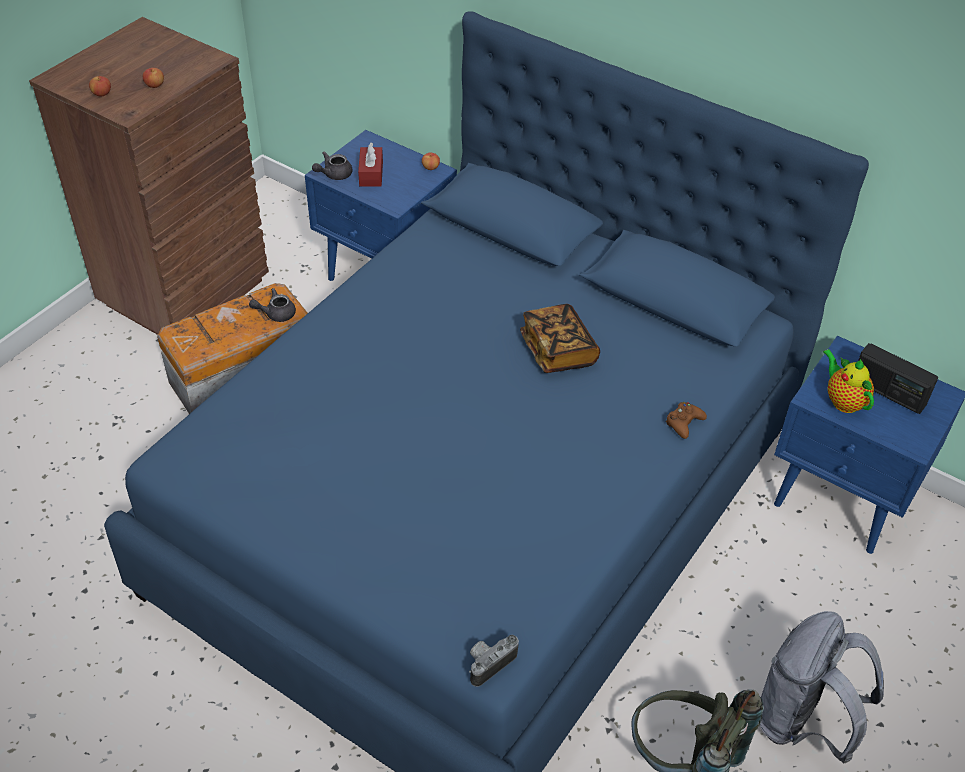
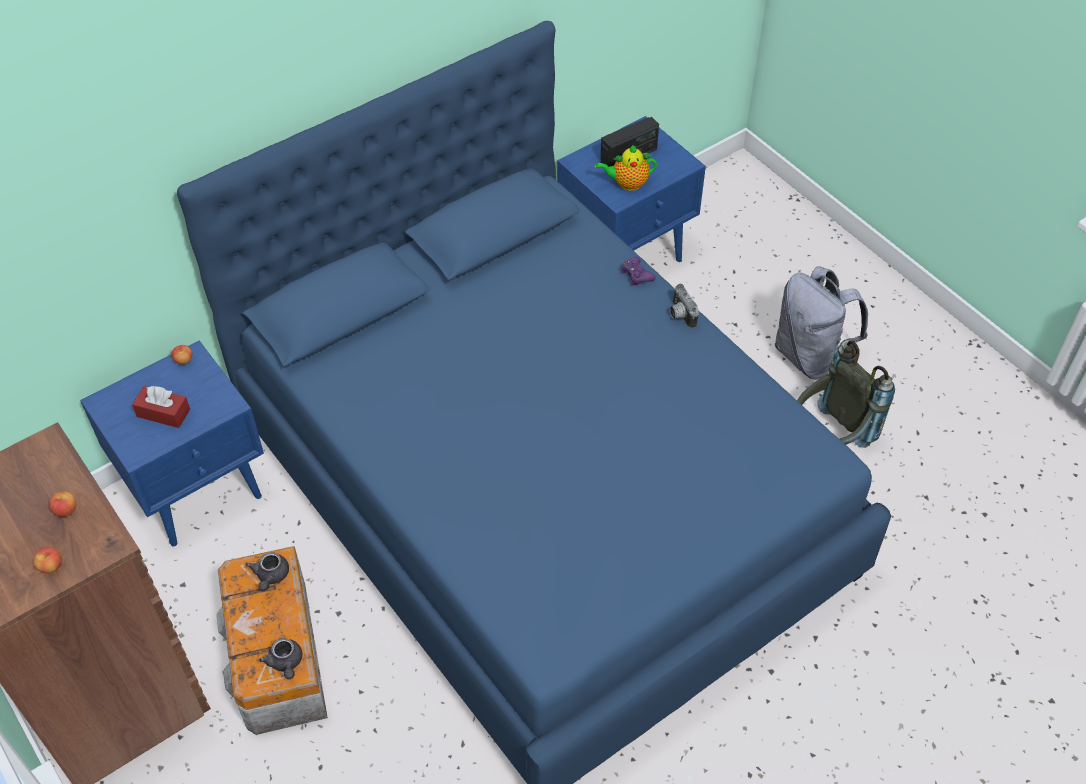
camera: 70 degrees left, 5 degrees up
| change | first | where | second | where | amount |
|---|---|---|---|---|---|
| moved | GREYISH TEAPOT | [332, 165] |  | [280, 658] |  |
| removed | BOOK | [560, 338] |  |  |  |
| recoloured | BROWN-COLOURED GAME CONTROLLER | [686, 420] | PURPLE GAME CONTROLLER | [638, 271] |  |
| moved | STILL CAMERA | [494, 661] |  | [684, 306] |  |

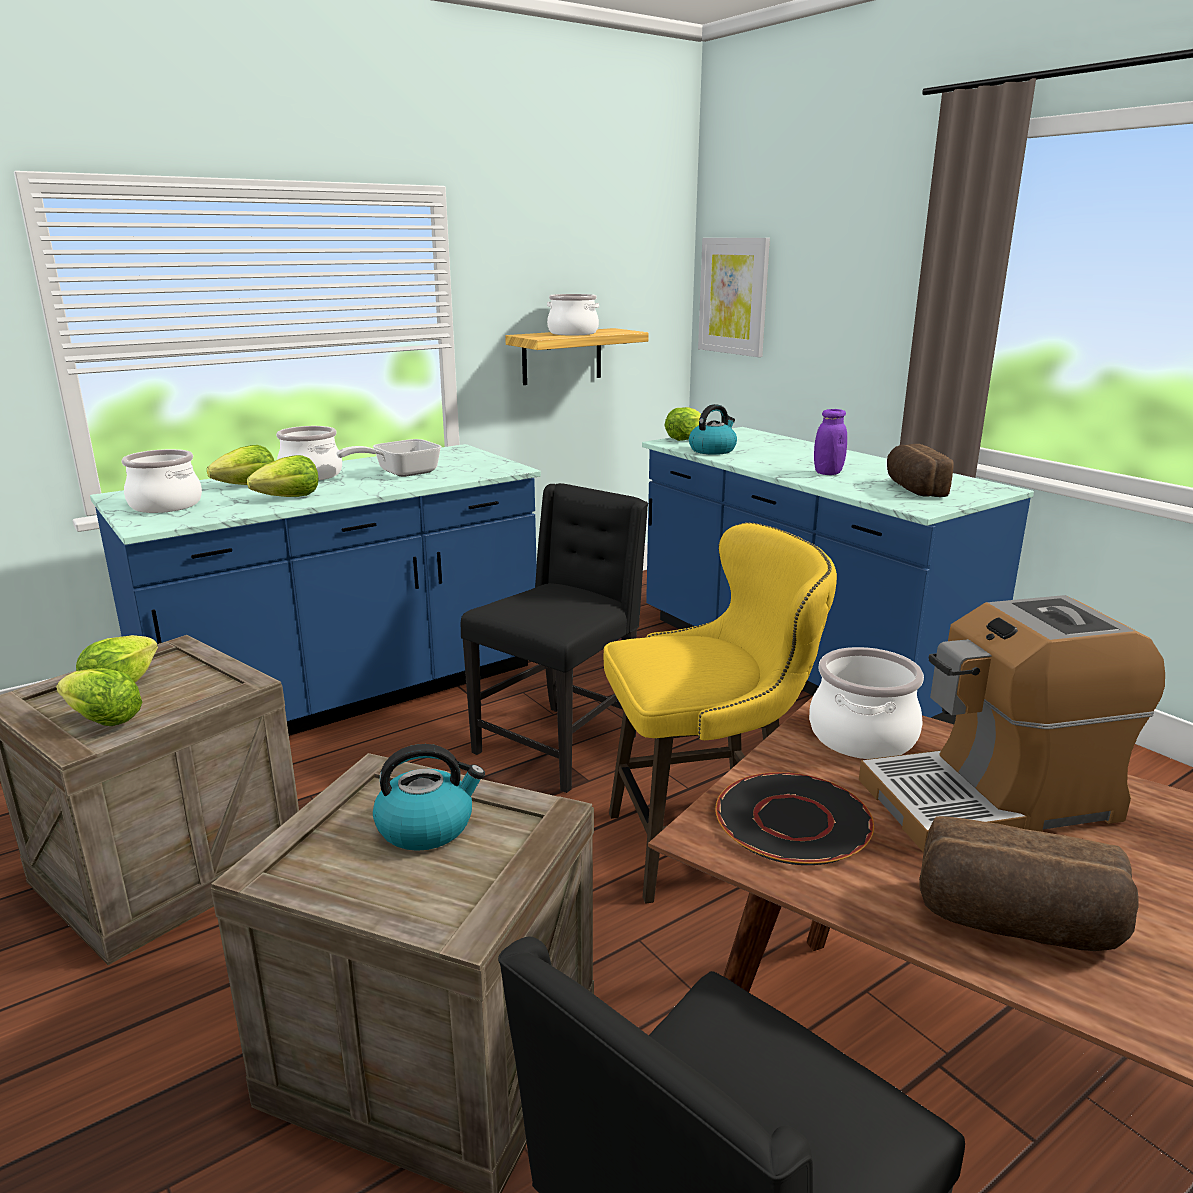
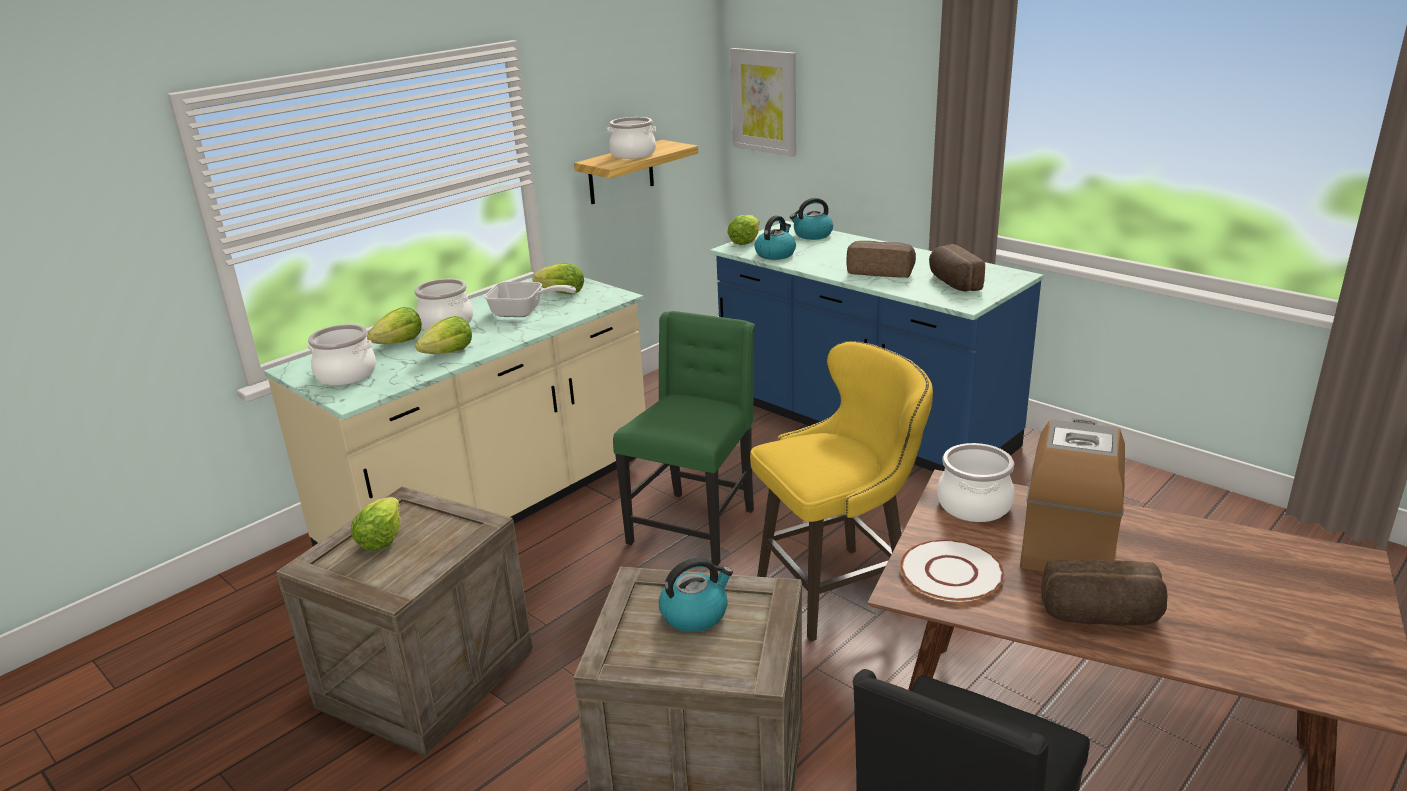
camera: 10 degrees left, 5 degrees up
| change | first | where | second | where | amount |
|---|---|---|---|---|---|
| replaced | PURPLE STORAGE JAR | [830, 442] | BAKERY BREAD | [881, 259] |  |
| turned | PAN | [388, 458] |  | [530, 299] | 120 degrees counterclockwise |
| recoloured | BLUE COUNTER | [315, 590] | BEIGE-COLOURED COUNTER | [455, 411] |  |
| recoloured | BLACK CHAIR | [554, 638] | GREENISH CHAIR | [684, 438] |  |
| turned | COFFEE BREWER | [1012, 723] |  | [1072, 495] | 135 degrees clockwise |
| moved | LETTUCE HEAD | [99, 697] |  | [558, 279] |  |
| recoloured | BLACK DINNER PLATE | [794, 818] | WHITE-COLOURED DINNER PLATE | [952, 571] |  |
| added |  |  | KETTLE | [811, 219] |  |

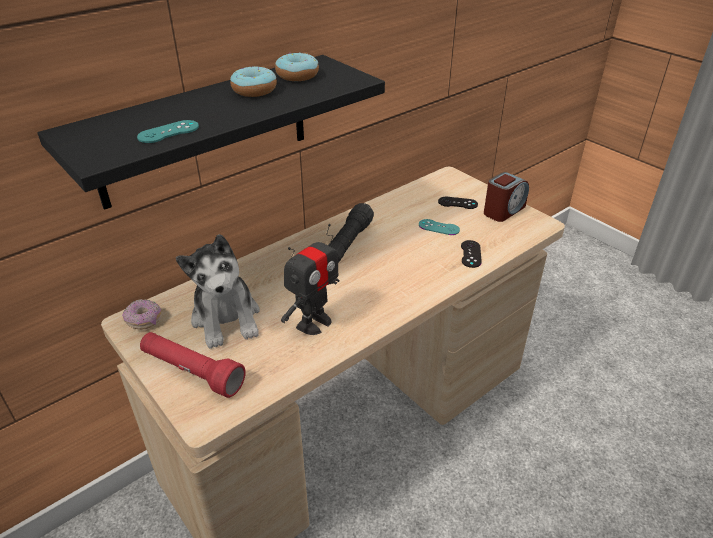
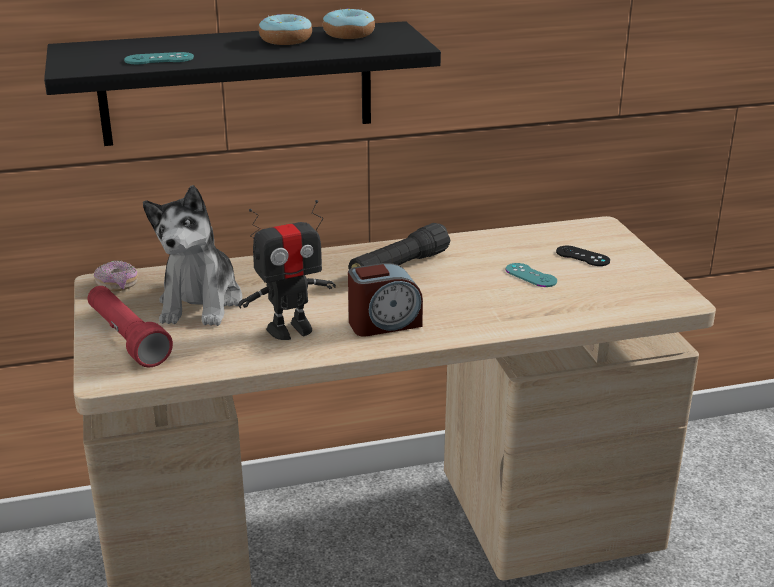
camera: 25 degrees right, 10 degrees down
| change | first | where | second | where | amount |
|---|---|---|---|---|---|
| moved | ALARM CLOCK | [506, 197] |  | [385, 300] |  |
| removed | BLACK GAME CONTROLLER | [471, 254] |  |  |  |

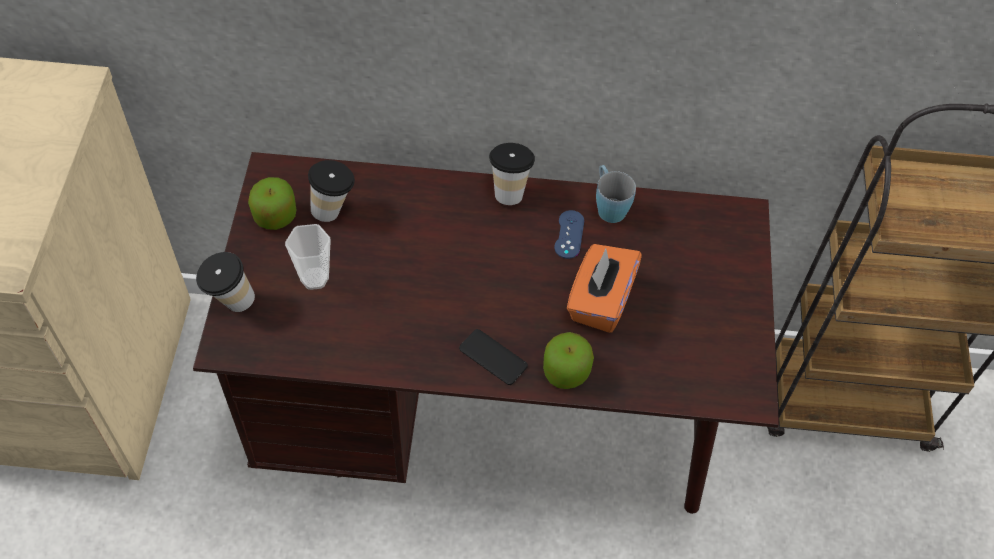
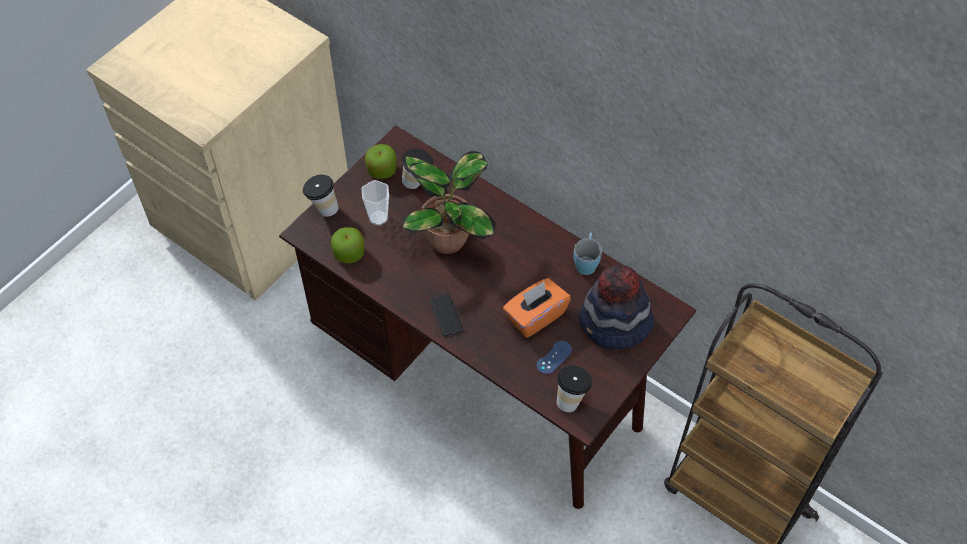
camera: 35 degrees right, 0 degrees up
| change | first | where | second | where | amount |
|---|---|---|---|---|---|
| moved | CUP | [512, 174] |  | [574, 389] |  |
| moved | BLUE GAME CONTROLLER | [569, 234] |  | [554, 357] |  |
| moved | APPLE FRUIT | [568, 360] |  | [347, 245] |  |
| added |  |  | HOUSEPLANT | [448, 202] |  |
| added |  |  | WEARABLE HAT | [616, 307] |  |

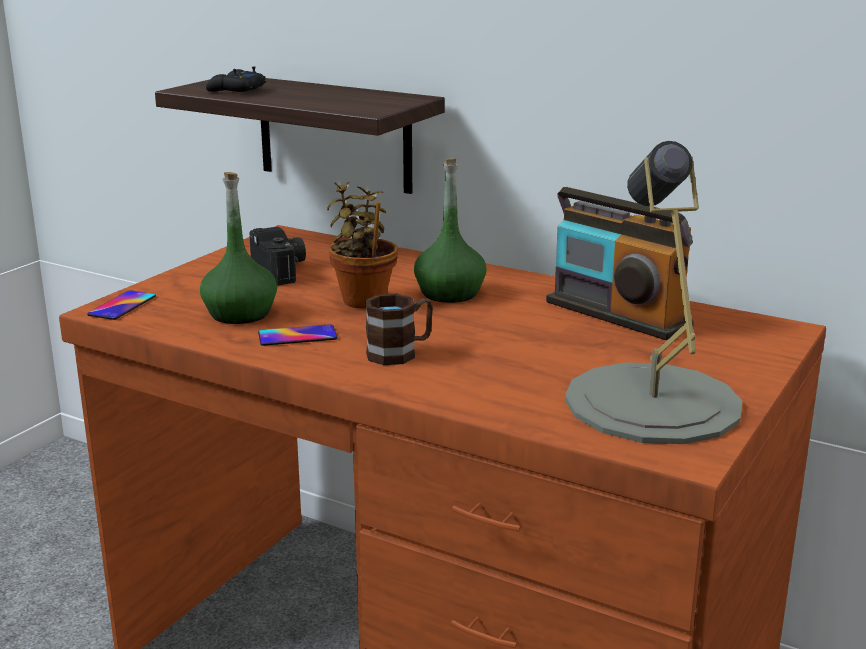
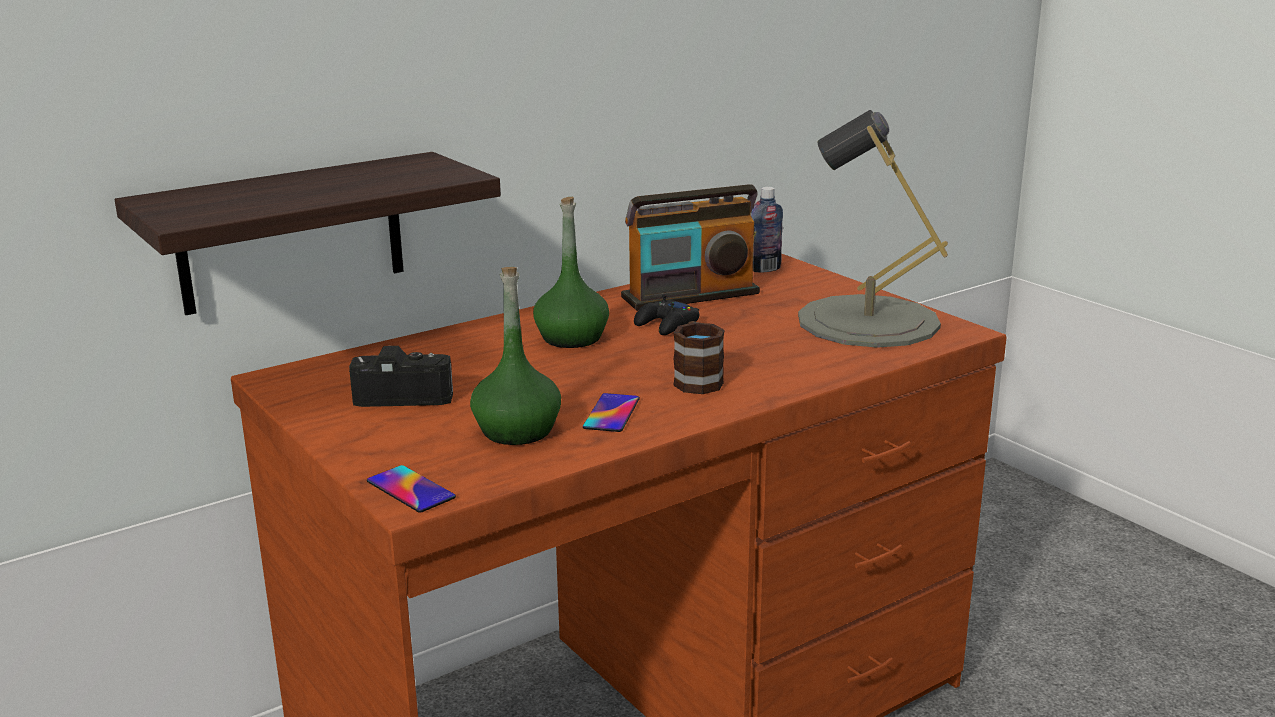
camera: 65 degrees left, 0 degrees up
| change | first | where | second | where | amount |
|---|---|---|---|---|---|
| moved | BLACK GAME CONTROLLER | [236, 79] |  | [667, 315] |  |
| removed | HOUSEPLANT | [362, 245] |  |  |  |
| added |  |  | BEVERAGE BOTTLE | [767, 230] |  |

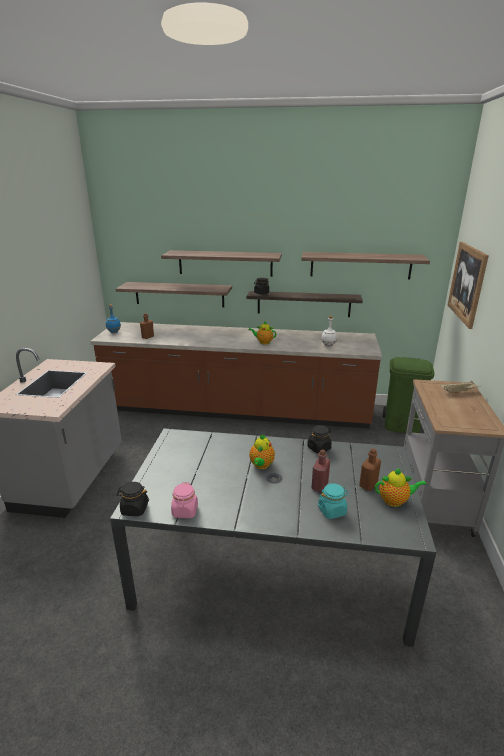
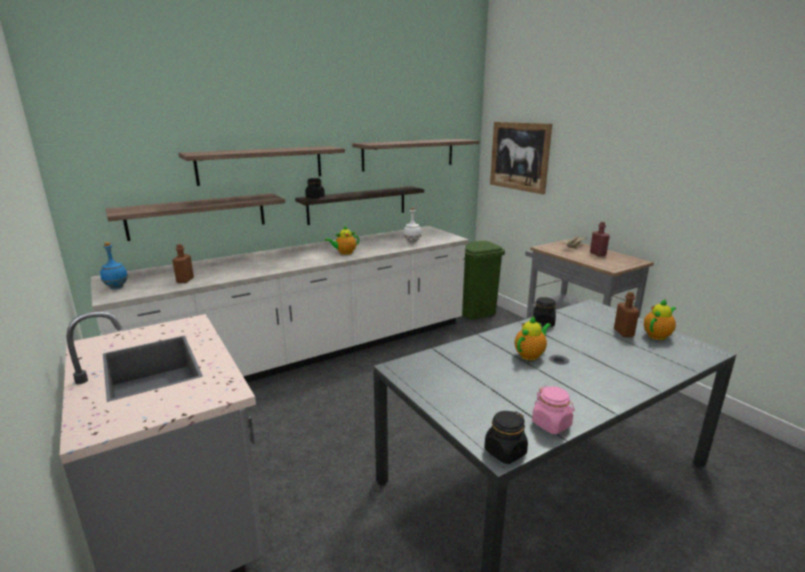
camera: 40 degrees left, 5 degrees down
| change | first | where | second | where | amount |
|---|---|---|---|---|---|
| recoloured | BROWN-COLOURED COUNTER | [236, 375] | WHITE-COLOURED COUNTER | [280, 304] |  |
| turned | TEAPOT | [262, 451] |  | [533, 338] | 105 degrees counterclockwise |
| moved | RED-COLOURED BEVERAGE BOTTLE | [320, 470] |  | [600, 239] |  |
| removed | TURQUOISE STORAGE JAR | [333, 501] |  |  |  |

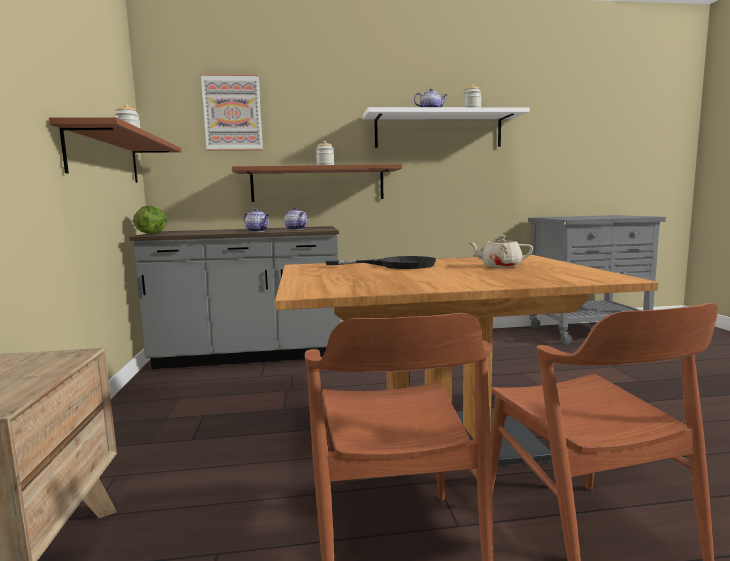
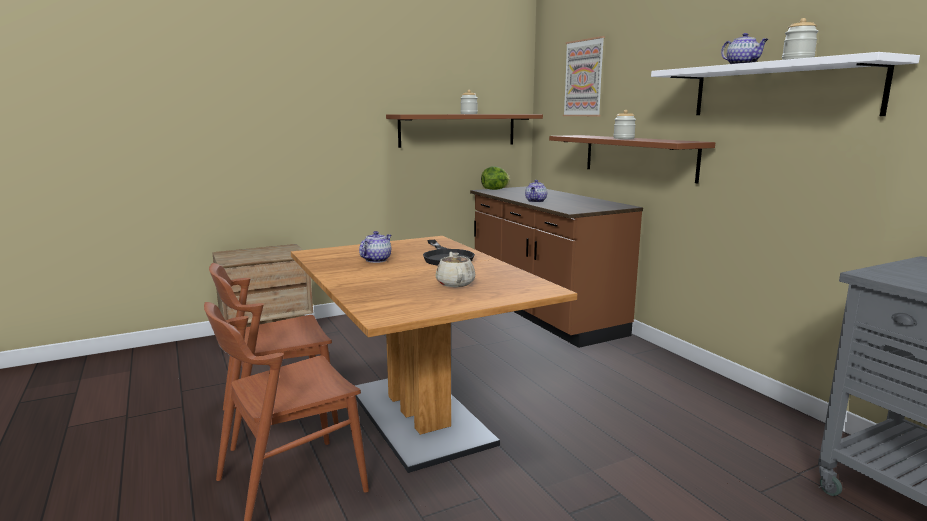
camera: 70 degrees right, 5 degrees up
| change | first | where | second | where | amount |
|---|---|---|---|---|---|
| moved | TEAPOT | [295, 218] |  | [375, 247] |  |
| recoloured | GREYISH COUNTER | [235, 297] | BROWN-COLOURED COUNTER | [556, 267] |  |

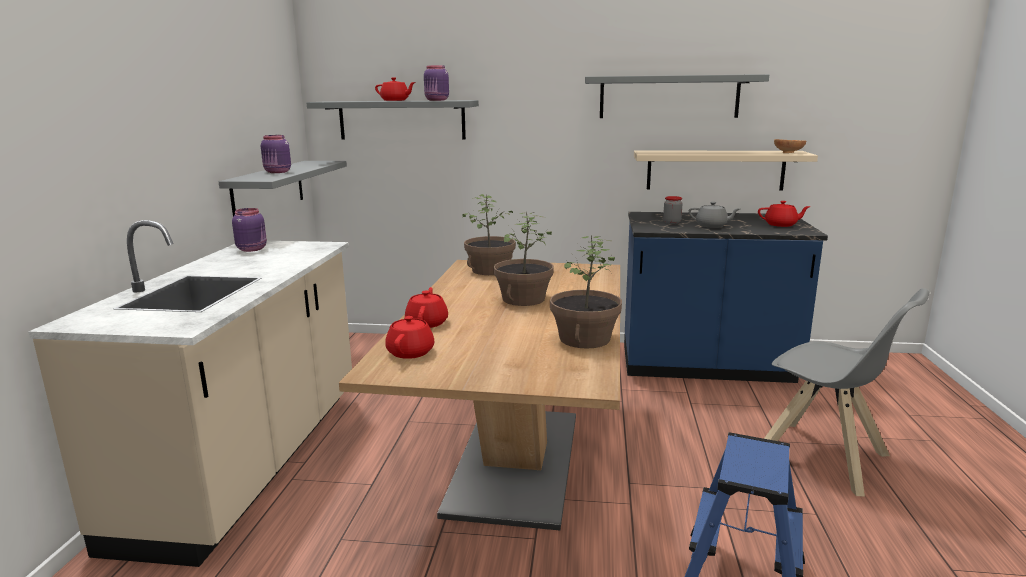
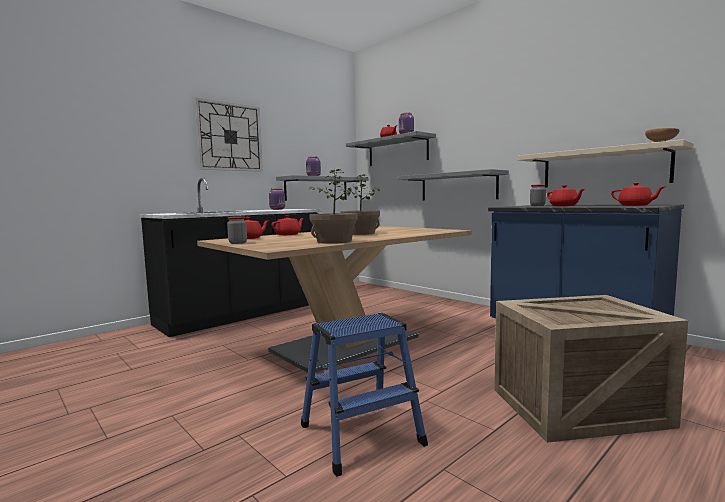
camera: 40 degrees right, 10 degrees down
| change | first | where | second | where | amount |
|---|---|---|---|---|---|
| moved | GREYISH WALL SHELF | [677, 96] |  | [453, 184] |  |
| removed | HOUSEPLANT | [489, 234] |  |  |  |
| recoloured | GREYISH TEAPOT | [714, 215] | RED-COLOURED TEAPOT | [566, 195] |  |
| recoloured | BEIGE-COLOURED COUNTER | [190, 393] | BLACK COUNTER | [231, 257] |  |
| replaced | GREYISH CHAIR | [846, 392] | PACKING CRATE | [591, 368] |  |
| added |  |  | CLOCK ON THE WALL | [229, 135] |  |
| added |  |  | STORAGE JAR | [237, 230] |  |

